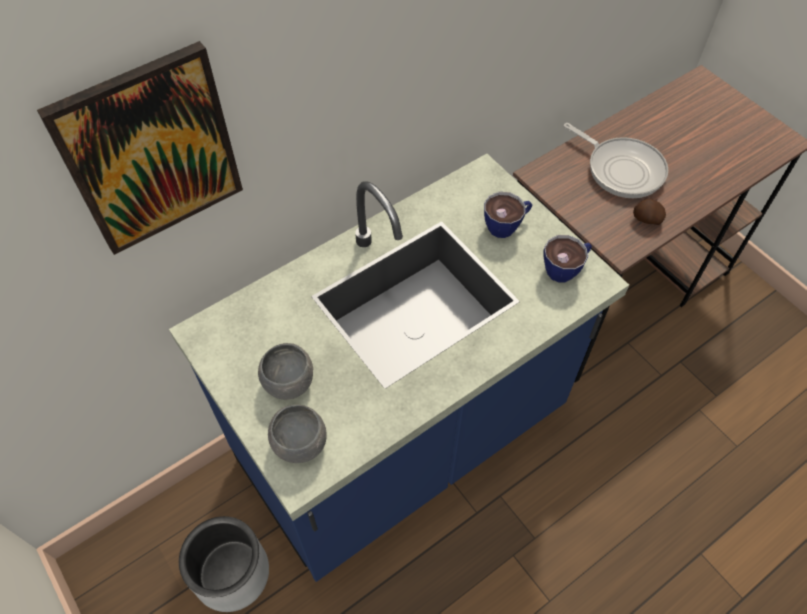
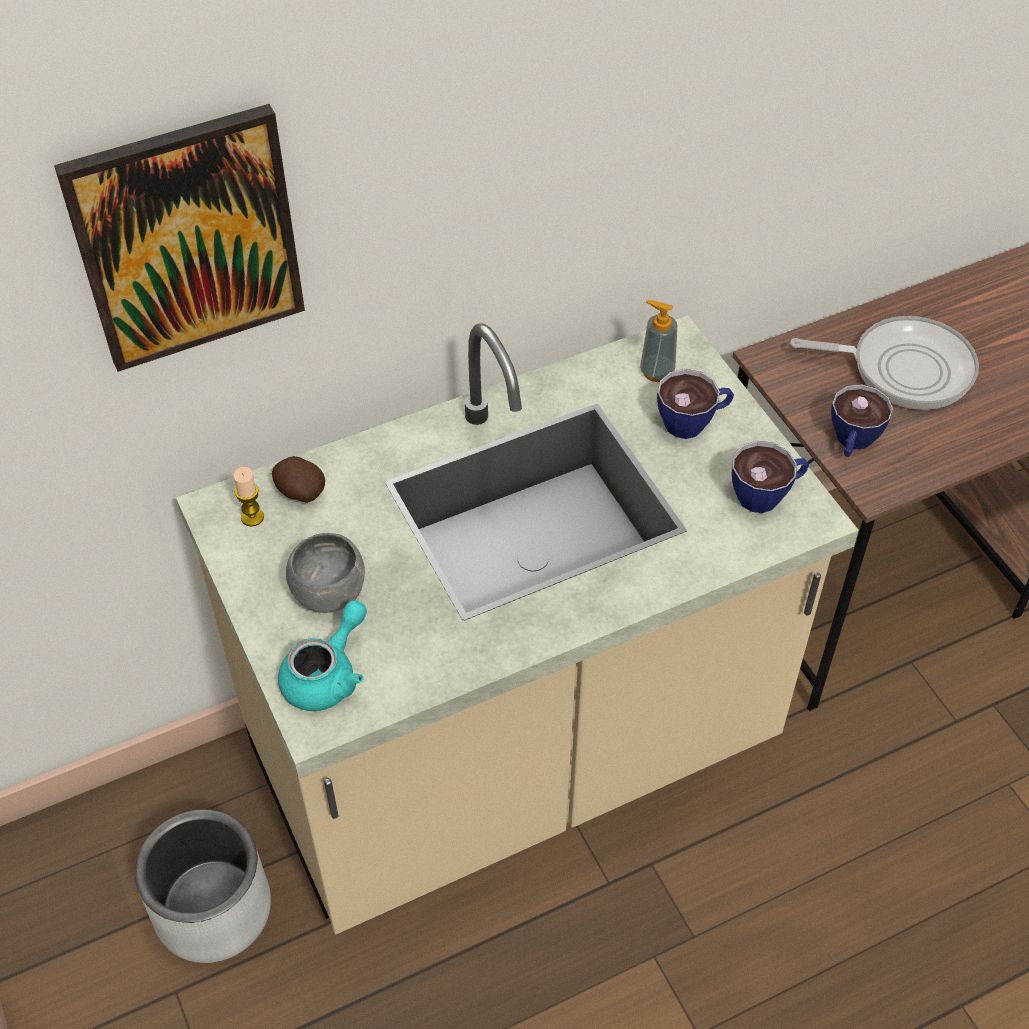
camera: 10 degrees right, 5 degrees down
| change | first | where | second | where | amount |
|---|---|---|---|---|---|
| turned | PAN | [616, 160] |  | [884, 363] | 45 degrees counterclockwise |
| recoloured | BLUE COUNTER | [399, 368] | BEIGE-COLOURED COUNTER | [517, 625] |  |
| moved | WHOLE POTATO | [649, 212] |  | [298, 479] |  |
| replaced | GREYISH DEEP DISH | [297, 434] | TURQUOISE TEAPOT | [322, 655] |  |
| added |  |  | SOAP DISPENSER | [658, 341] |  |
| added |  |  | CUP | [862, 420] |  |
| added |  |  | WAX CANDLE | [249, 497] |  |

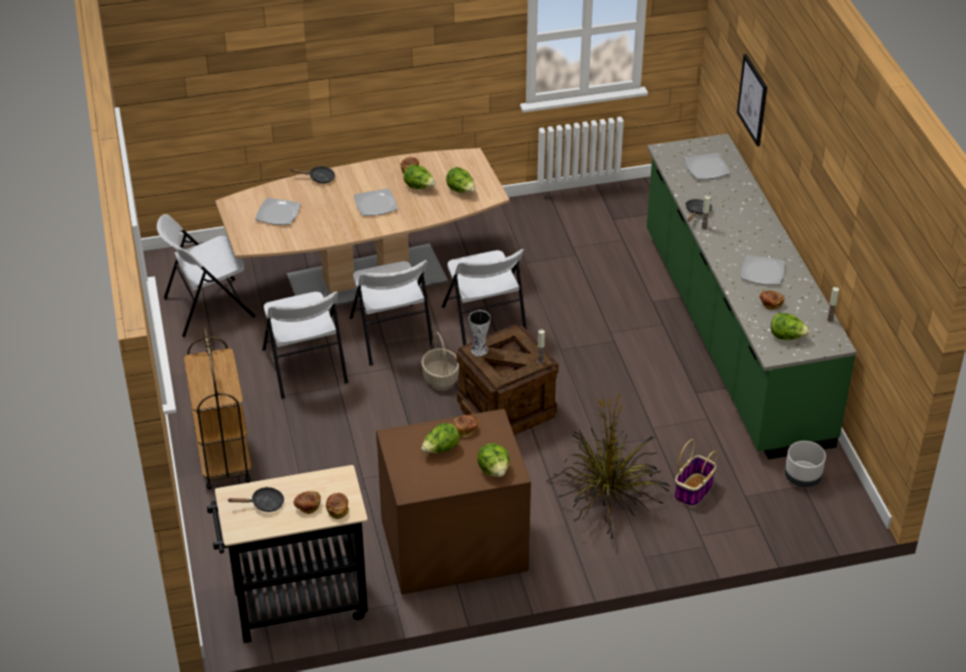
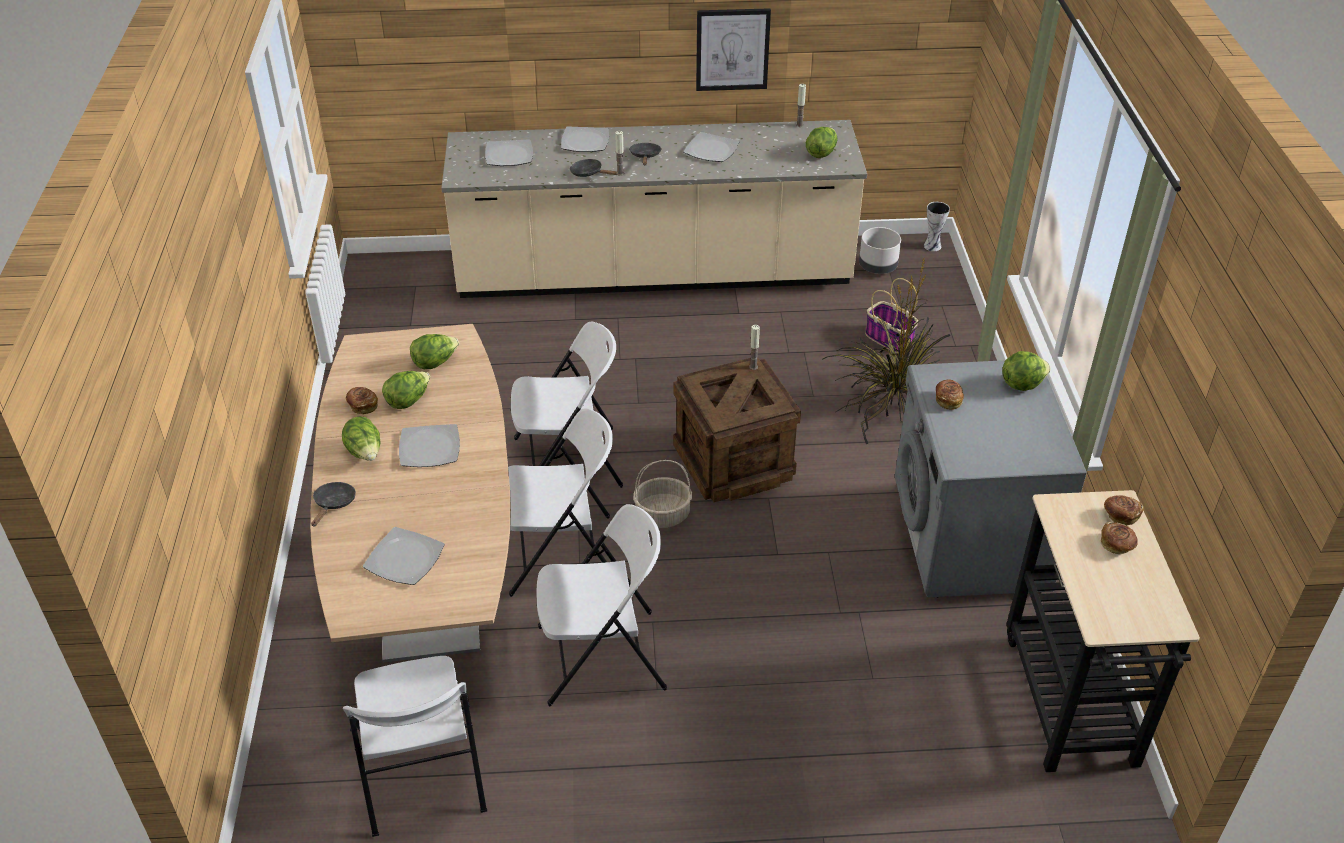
camera: 80 degrees left, 0 degrees up
| change | first | where | second | where | amount |
|---|---|---|---|---|---|
| moved | WALL ART | [752, 100] |  | [733, 49] |  |
| recoloured | GREENISH COUNTER | [752, 297] | BEIGE-COLOURED COUNTER | [654, 209] |  |
| removed | BAKERY BREAD | [772, 300] |  |  |  |
| moved | DECORATIVE VASE | [480, 333] |  | [937, 226] |  |
| removed | BROWN-COLOURED WHEELED CART | [218, 407] |  |  |  |
| recoloured | BROWN-COLOURED WASHING MACHINE | [453, 501] | GREYISH WASHING MACHINE | [991, 479] |  |
| moved | LETTUCE HEAD | [440, 438] |  | [361, 438] |  |
| moved | BLACK PAN | [255, 499] |  | [645, 154] |  |
| added |  |  | DINNER PLATE | [585, 139] |  |

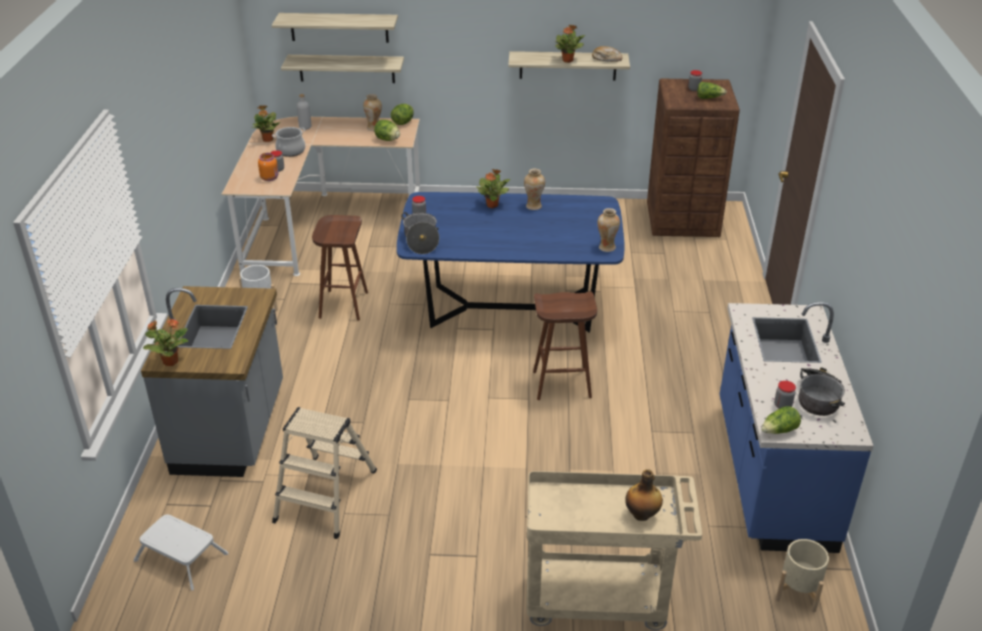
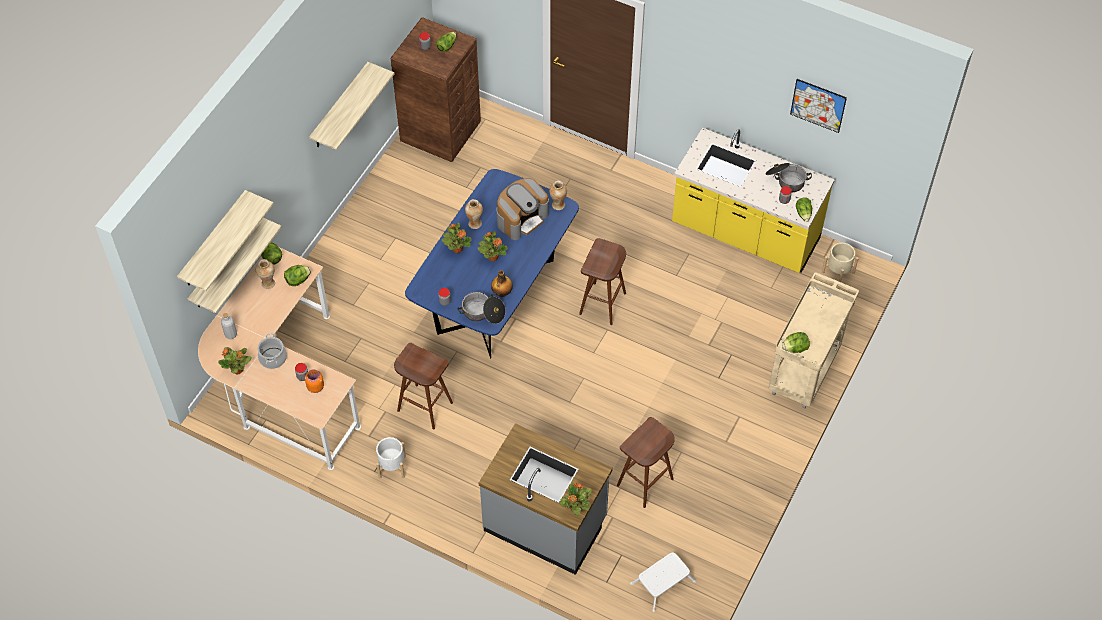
camera: 65 degrees left, 20 degrees up
| change | first | where | second | where | amount |
|---|---|---|---|---|---|
| moved | HOUSEPLANT | [570, 44] |  | [492, 246] |  |
| removed | BAKERY BREAD | [607, 54] |  |  |  |
| recoloured | BLUE COUNTER | [796, 427] | YELLOWISH COUNTER | [753, 200] |  |
| replaced | BEIGE-COLOURED STEPLADDER | [324, 473] | BROWN-COLOURED STOOL | [646, 462] |  |
| moved | BEVERAGE BOTTLE | [644, 495] |  | [502, 283] |  |
| added |  |  | WALL ART | [818, 106] |  |
| added |  |  | COFFEE BREWER | [523, 209] |  |
| added |  |  | LETTUCE HEAD | [796, 342] |  |

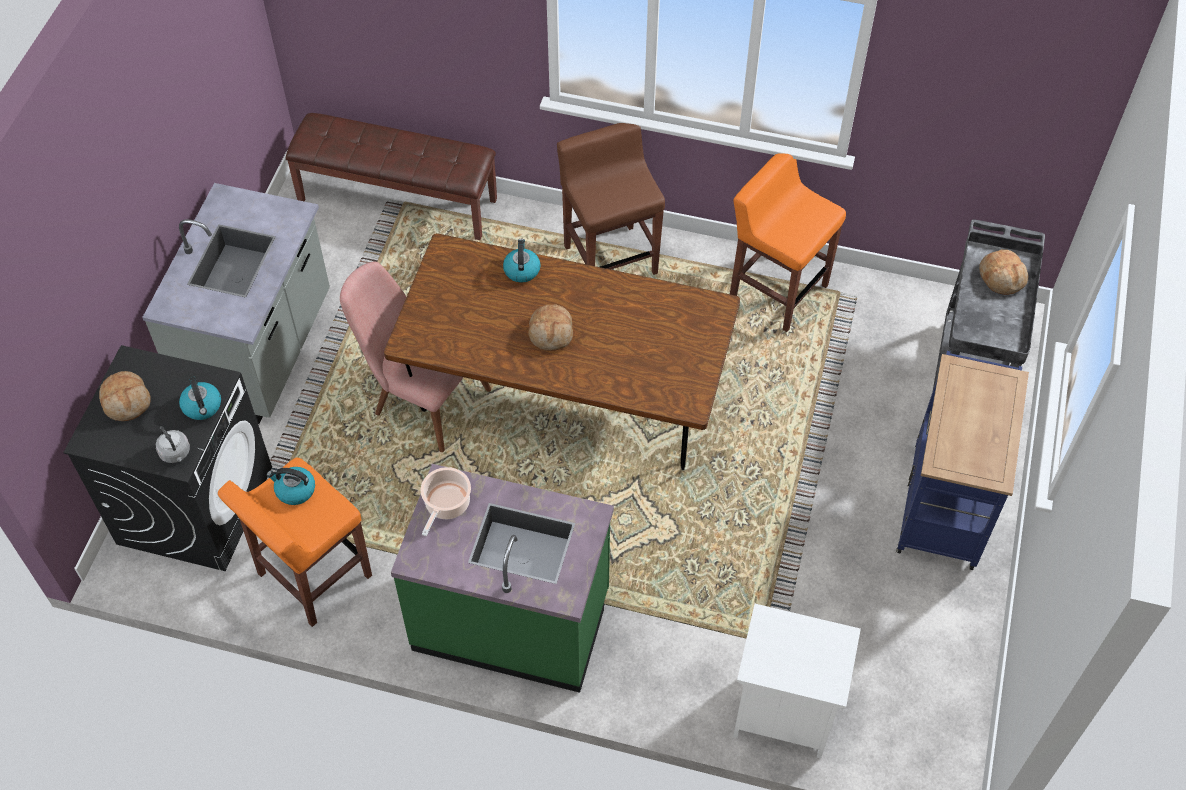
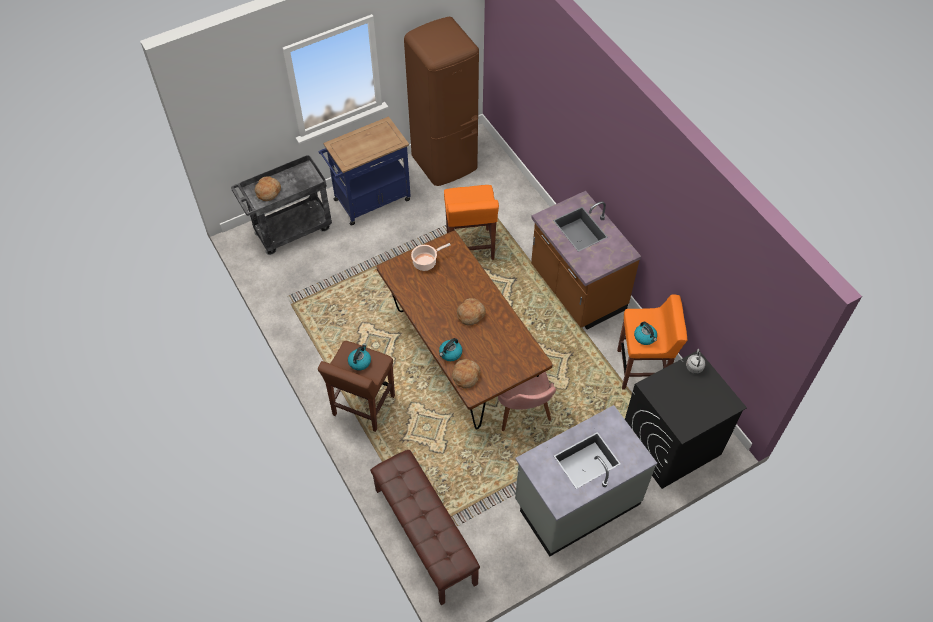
camera: 135 degrees left, 0 degrees up
| change | first | where | second | where | amount |
|---|---|---|---|---|---|
| moved | ORANGEY STOOL | [788, 242] |  | [471, 222] |  |
| moved | BAKERY BREAD | [125, 396] |  | [466, 374] |  |
| moved | KETTLE | [200, 398] |  | [359, 357] |  |
| recoloured | GREENISH COUNTER | [502, 578] | BROWN-COLOURED COUNTER | [586, 260] |  |
| moved | COOKING POT | [446, 501] |  | [431, 257] |  |
| removed | WHITE-COLOURED BEDSIDE TABLE | [797, 681] |  |  |  |
| added |  |  | BROWN-COLOURED REFRIGERATOR | [441, 101] |  |

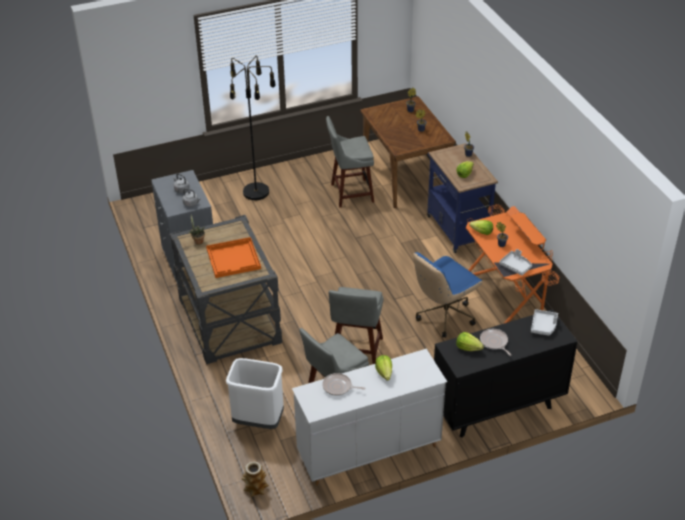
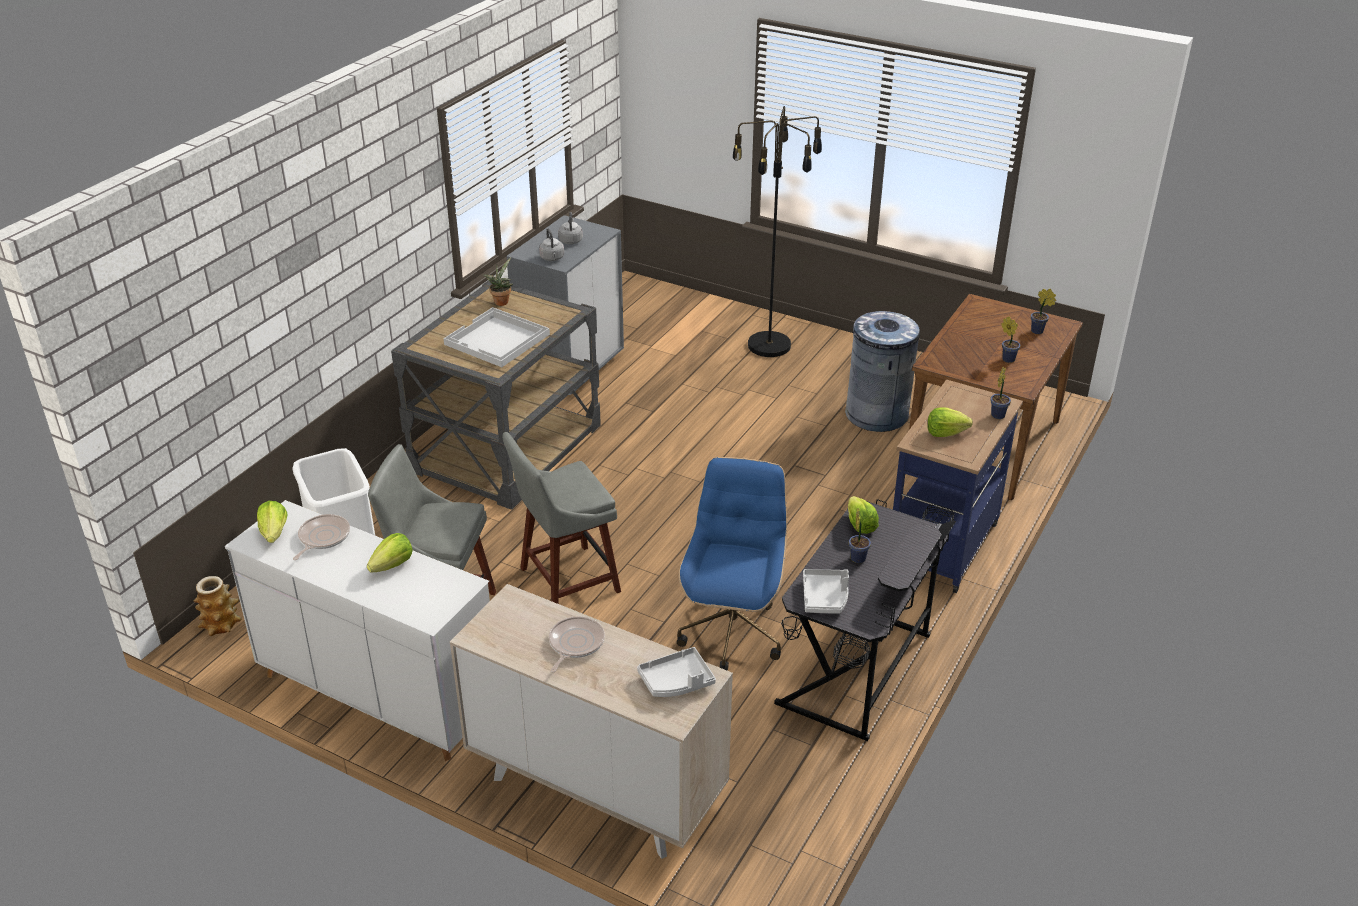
camera: 50 degrees right, 5 degrees down
| change | first | where | second | where | amount |
|---|---|---|---|---|---|
| replaced | GREYISH CHAIR | [350, 161] | GREYISH TRASH CAN | [882, 371] |  |
| recoloured | ORANGEY DESK UNIT | [512, 264] | BLACK DESK UNIT | [865, 620] |  |
| recoloured | ORANGEY CARRYING TRAY | [233, 257] | WHITE-COLOURED CARRYING TRAY | [497, 337] |  |
| turned | BLUE COMPUTER CHAIR | [448, 295] |  | [732, 564] | 90 degrees clockwise |
| recoloured | BLACK DRAWER CHEST | [506, 373] | WHITE-COLOURED DRAWER CHEST | [591, 721] |  |
| moved | LETTUCE HEAD | [470, 341] |  | [272, 522] |  |
| turned | PAN | [344, 384] |  | [321, 537] | 45 degrees clockwise |

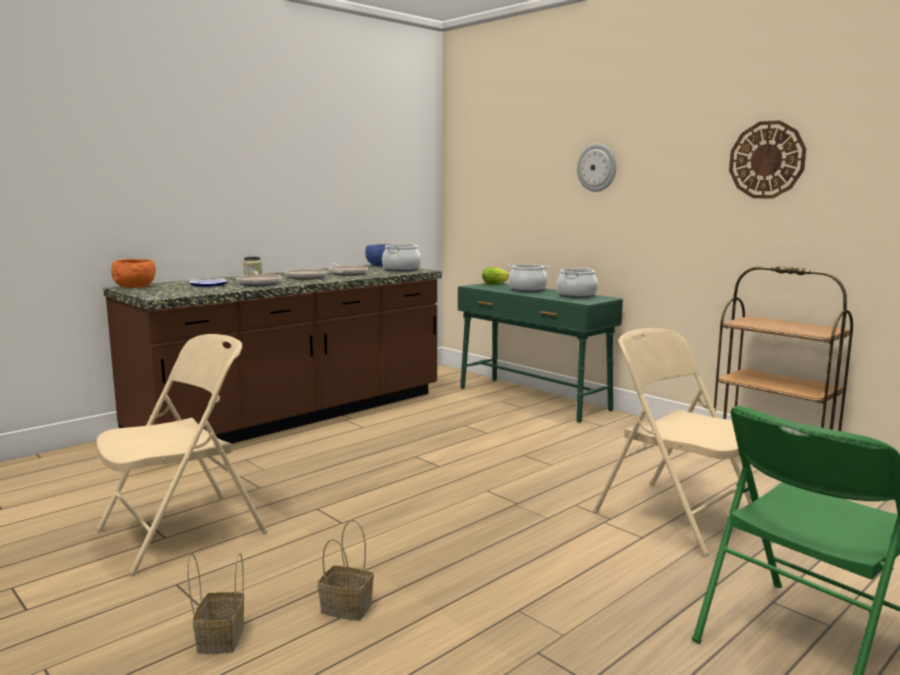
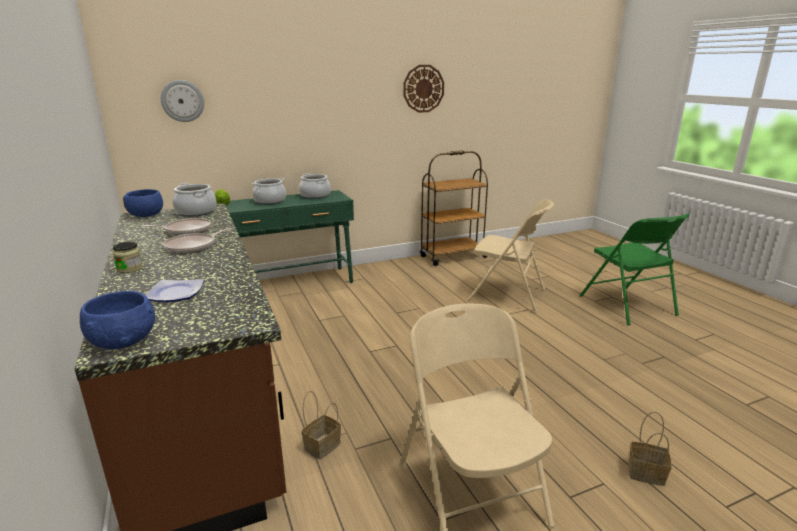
camera: 70 degrees left, 10 degrees up
| change | first | where | second | where | amount |
|---|---|---|---|---|---|
| moved | CLOCK ON THE WALL | [596, 168] |  | [182, 101] |  |
| recoloured | ORANGEY DEEP DISH | [133, 273] | BLUE DEEP DISH | [117, 320] |  |
| removed | PAN | [259, 278] |  |  |  |
| turned | BEIGE-COLOURED CHAIR | [672, 442] |  | [510, 256] | 135 degrees counterclockwise |
| moved | HOUSEHOLD BASKET | [346, 570] |  | [321, 425] |  |

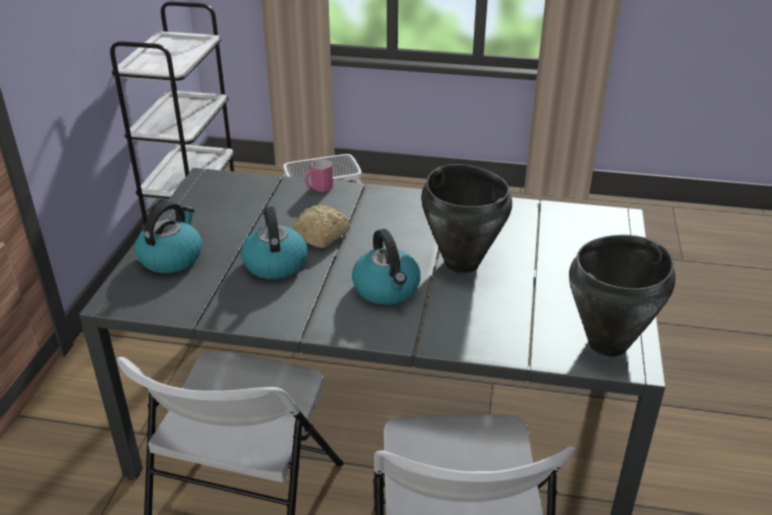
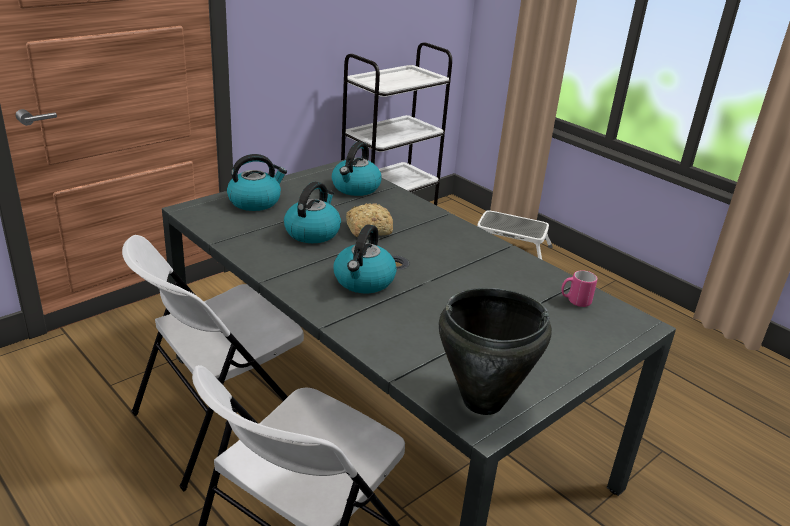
camera: 35 degrees right, 5 degrees down
| change | first | where | second | where | amount |
|---|---|---|---|---|---|
| moved | PINK COFFEE MUG | [319, 175] |  | [579, 288] |  |
| removed | BLACK COOKING POT | [466, 218] |  |  |  |
| added |  |  | KETTLE | [357, 169] |  |

